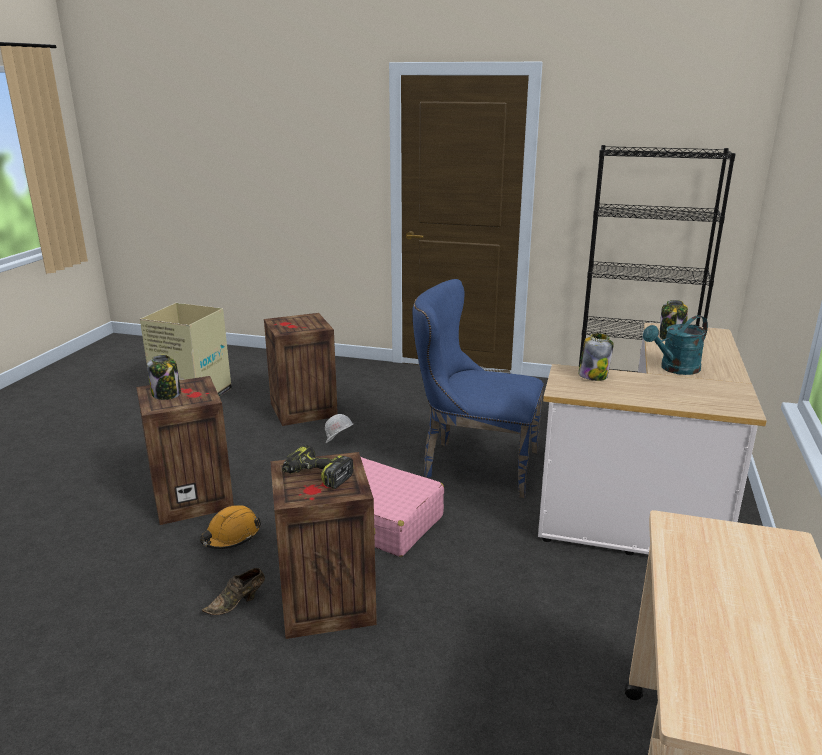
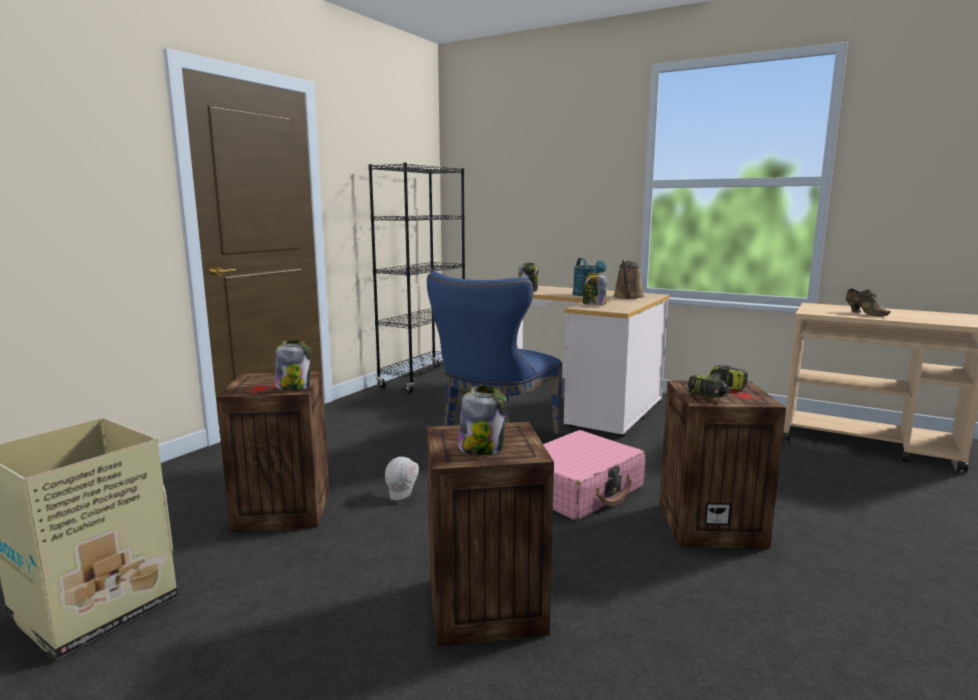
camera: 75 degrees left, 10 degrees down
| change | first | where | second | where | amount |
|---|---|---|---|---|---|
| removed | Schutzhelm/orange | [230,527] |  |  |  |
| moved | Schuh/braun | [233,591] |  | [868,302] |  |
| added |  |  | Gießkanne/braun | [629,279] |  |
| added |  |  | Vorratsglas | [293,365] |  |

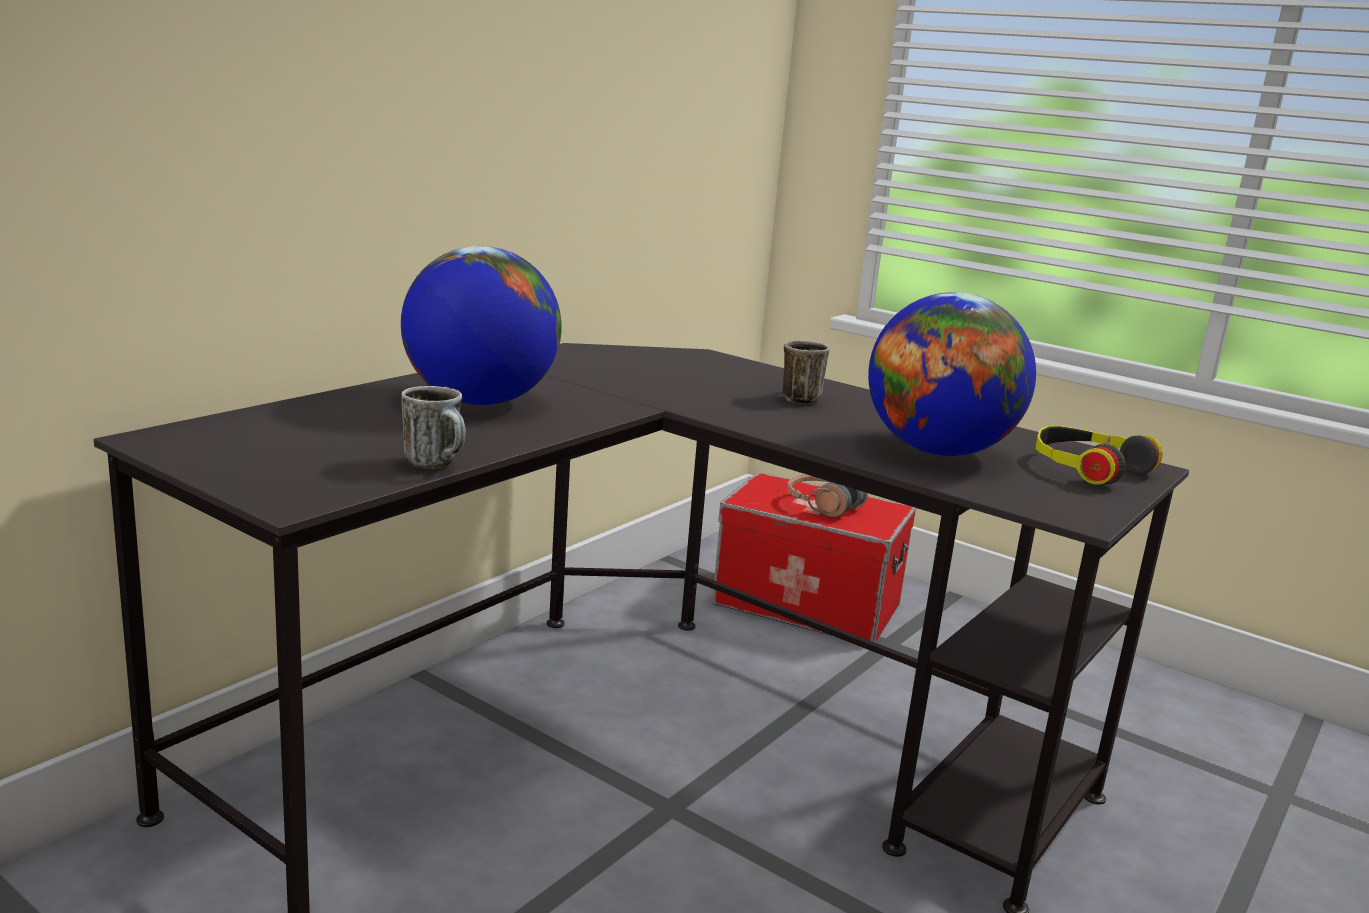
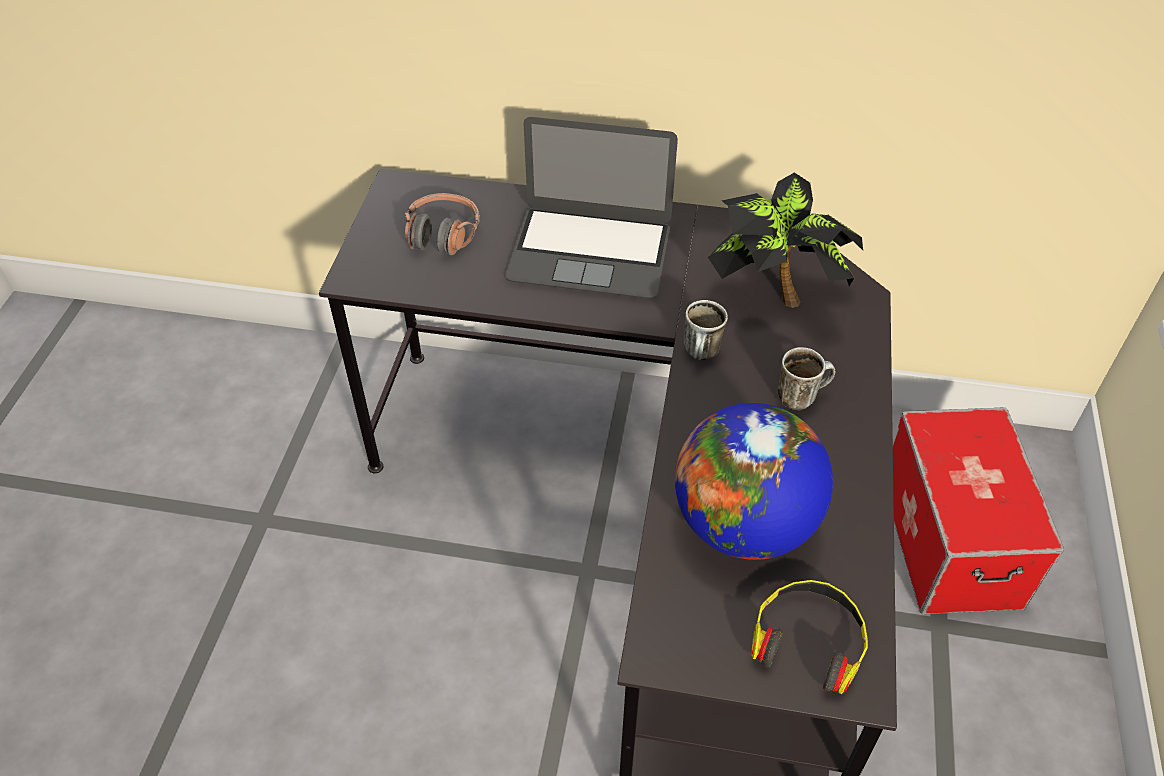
camera: 65 degrees right, 30 degrees up
| change | first | where | second | where | amount |
|---|---|---|---|---|---|
| replaced | Globus | [481,325] | Laptop | [591,207] |  |
| moved | Henkelbecher | [433,427] |  | [706,330] |  |
| moved | Kopfhörer | [827,495] |  | [442,224] |  |
| added |  |  | Topfpflanze | [785,240] |  |

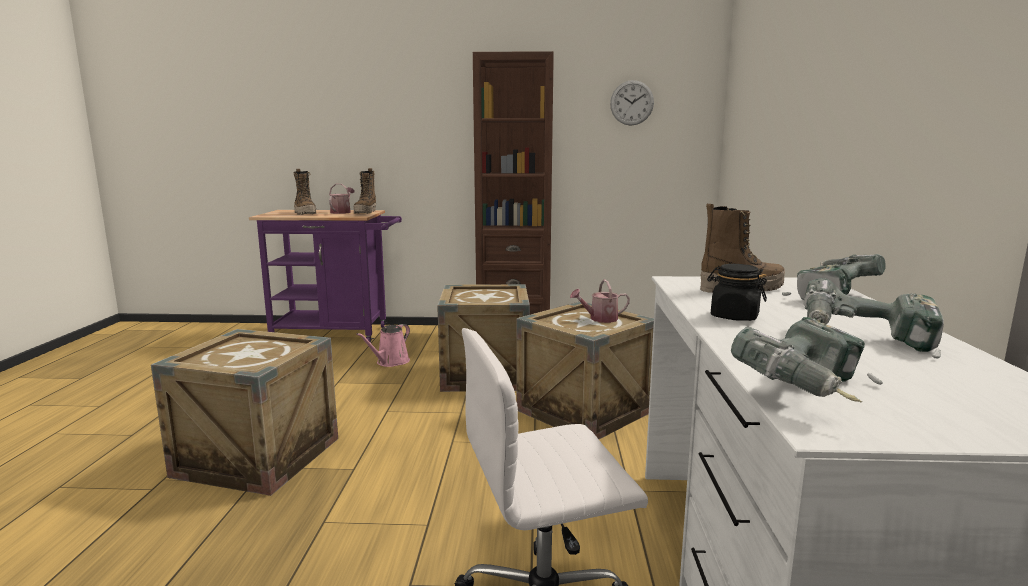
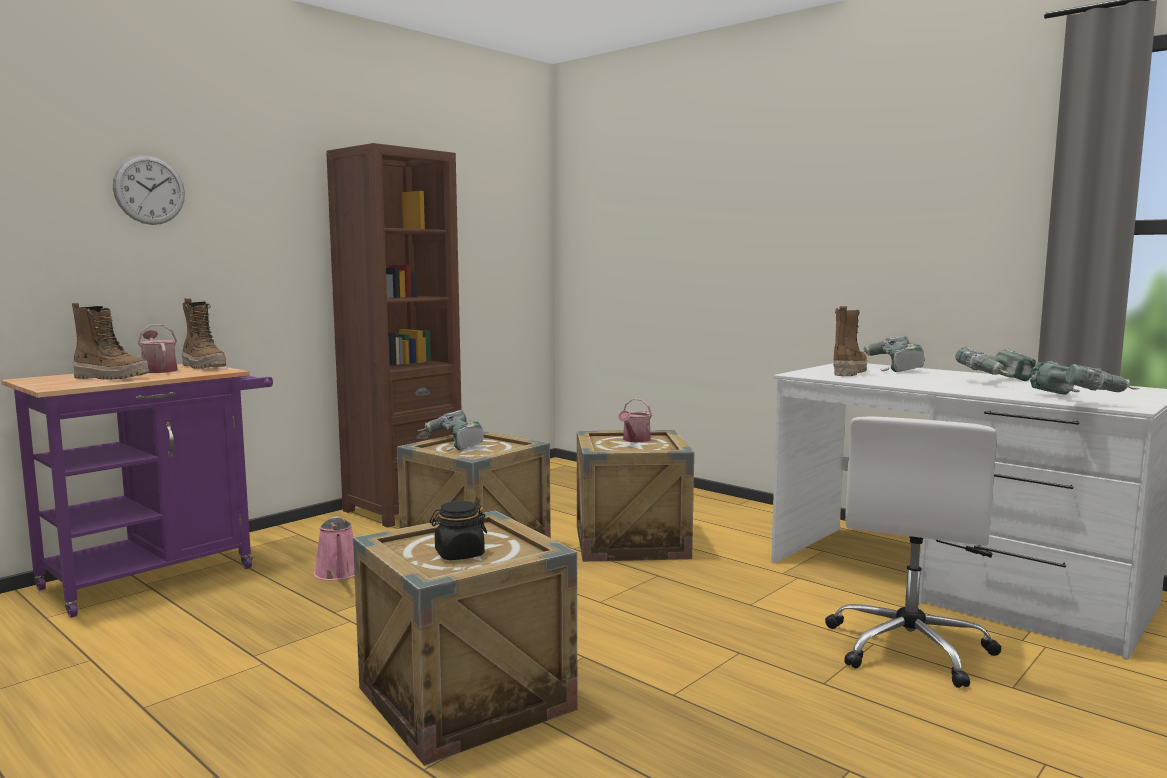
camera: 50 degrees left, 5 degrees down
| change | first | where | second | where | amount |
|---|---|---|---|---|---|
| moved | Wanduhr | [632,103] |  | [149,190] |  |
| moved | Vorratsglas/schwarz | [737,292] |  | [458,530] |  |
| added |  |  | Bohrmaschine | [451,430] |  |

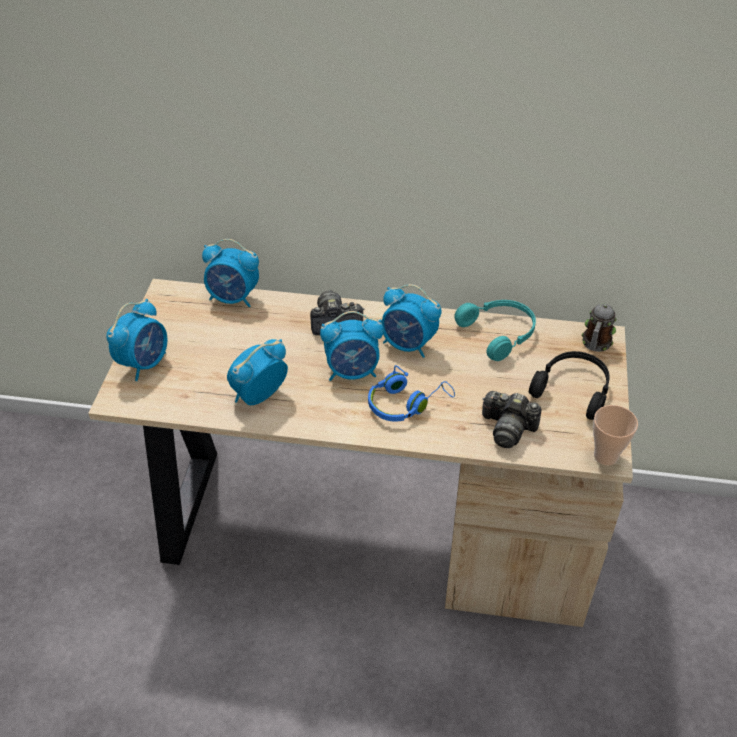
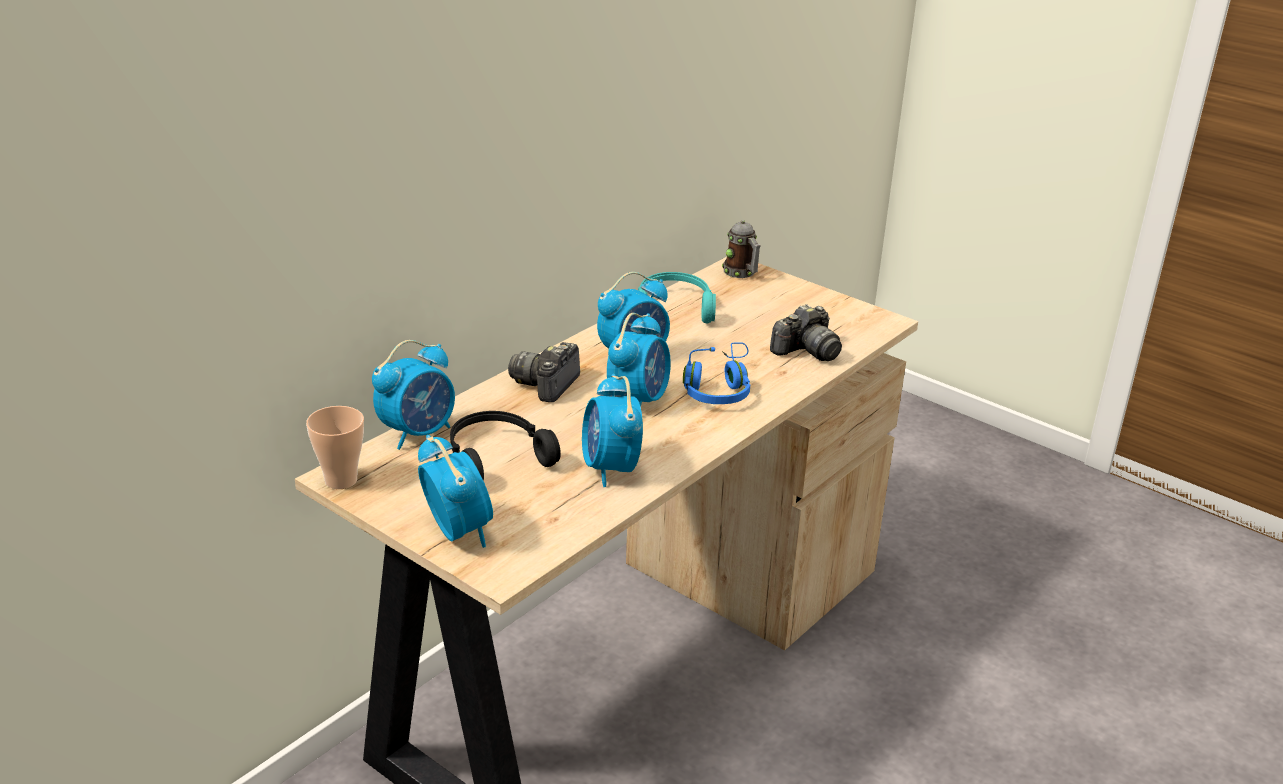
camera: 60 degrees left, 15 degrees down
| change | first | where | second | where | amount |
|---|---|---|---|---|---|
| moved | Kopfhörer/schwarz | [569,385] |  | [505,445] |  |
| moved | Tasse | [615,435] |  | [335,447] |  |

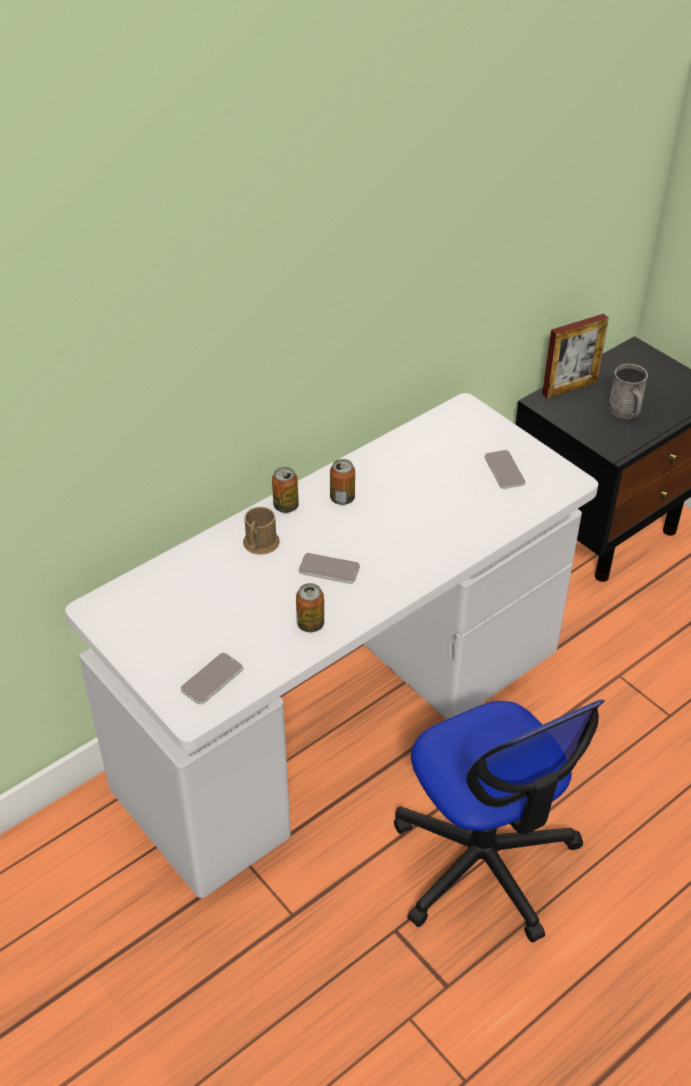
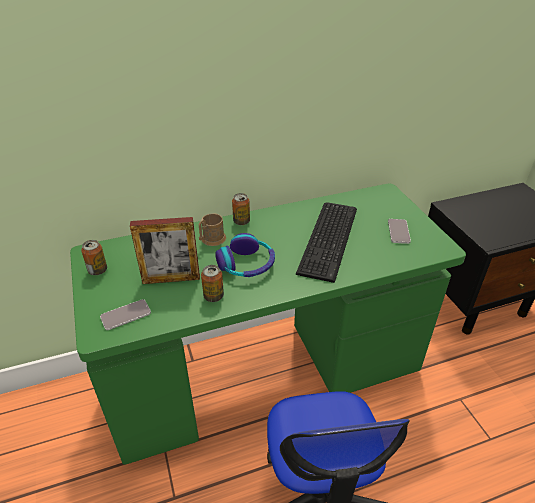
camera: 20 degrees right, 5 degrees down
| change | first | where | second | where | amount |
|---|---|---|---|---|---|
| moved | Bilderrahmen | [575,356] |  | [165,250] |  |
| removed | Henkelbecher/grau | [628,391] |  |  |  |
| recoloured | Schreibtisch/weiß | [331,645] | Schreibtisch/grün | [268,324] |  |
| moved | Dose | [342,482] |  | [94,257] |  |
| replaced | Handy | [329,568] | Kopfhörer | [245,255] |  |
| added |  |  | Tastatur | [326,242] |  |

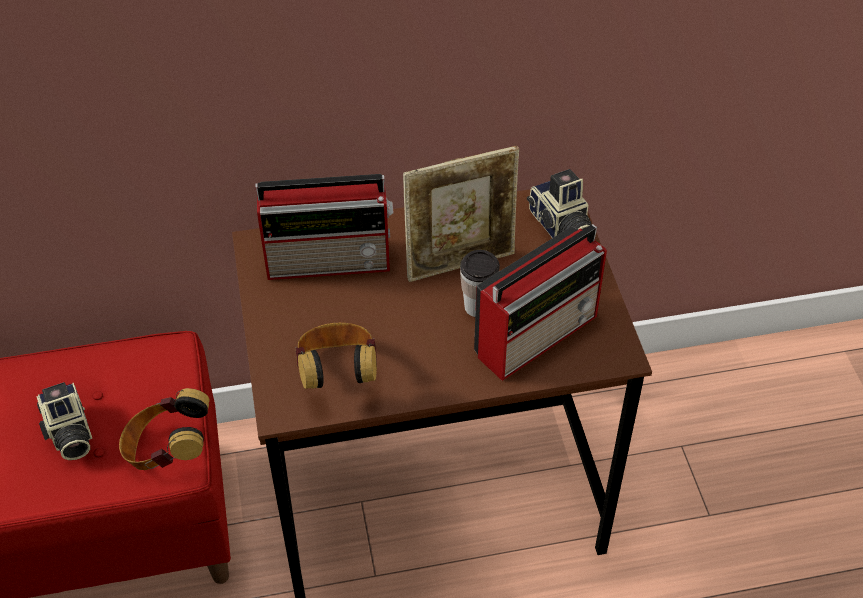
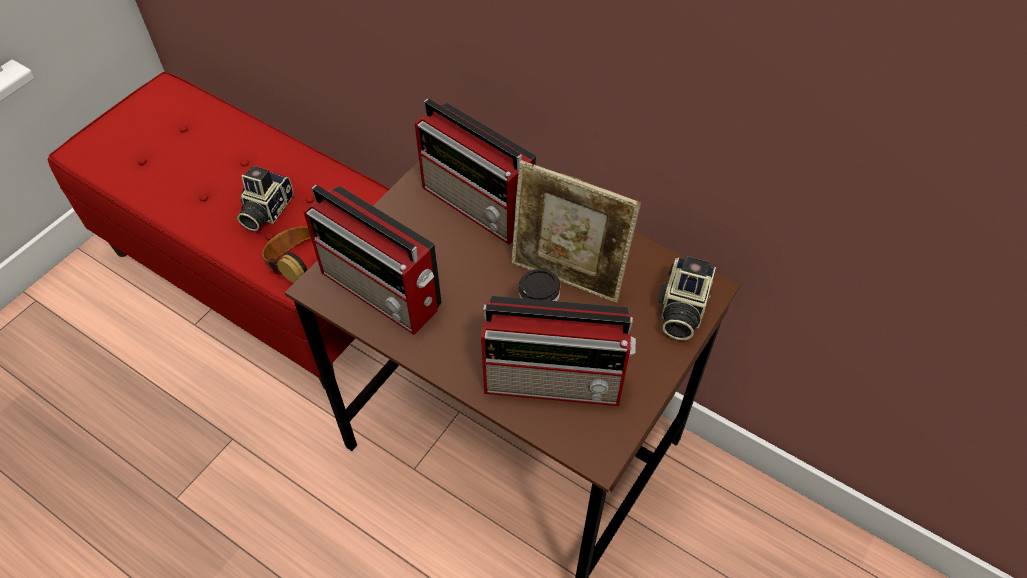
camera: 45 degrees right, 5 degrees up
| change | first | where | second | where | amount |
|---|---|---|---|---|---|
| replaced | Kopfhörer | [336,356] | Radio | [372,260] |  |

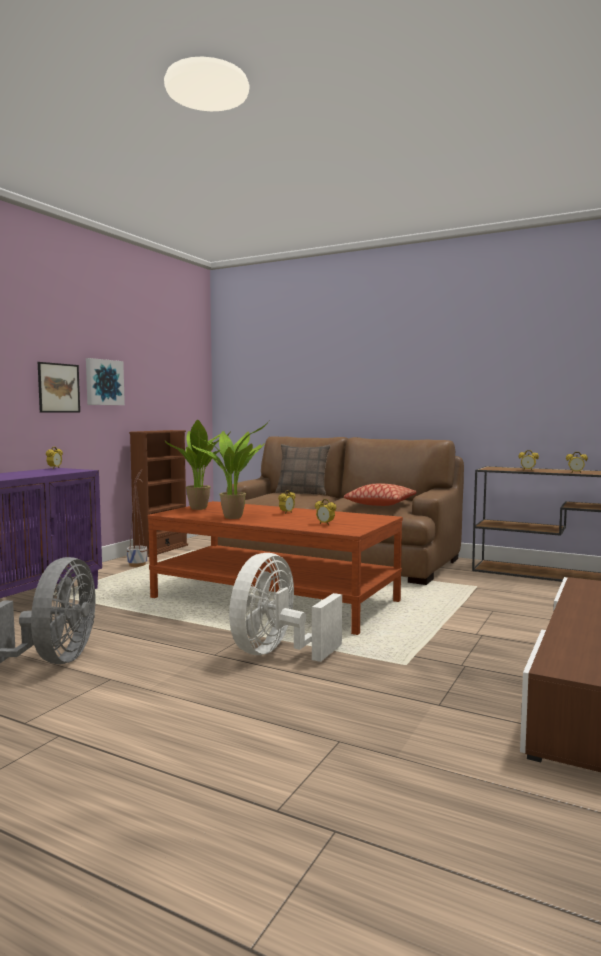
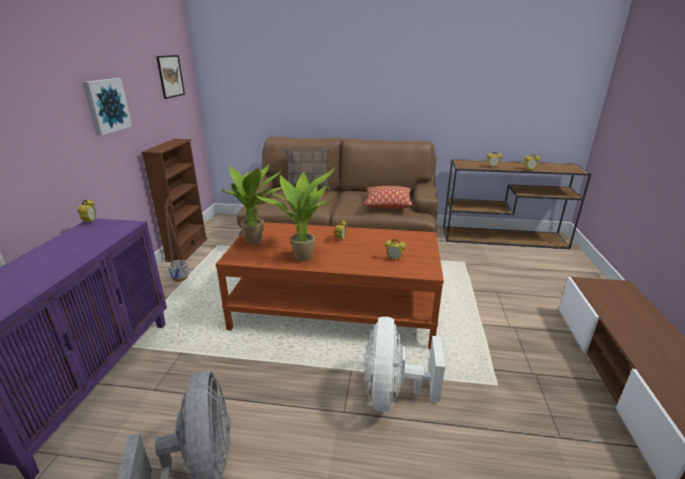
camera: 20 degrees left, 20 degrees up
| change | first | where | second | where | amount |
|---|---|---|---|---|---|
| moved | Bild | [59,387] |  | [170,77] |  |

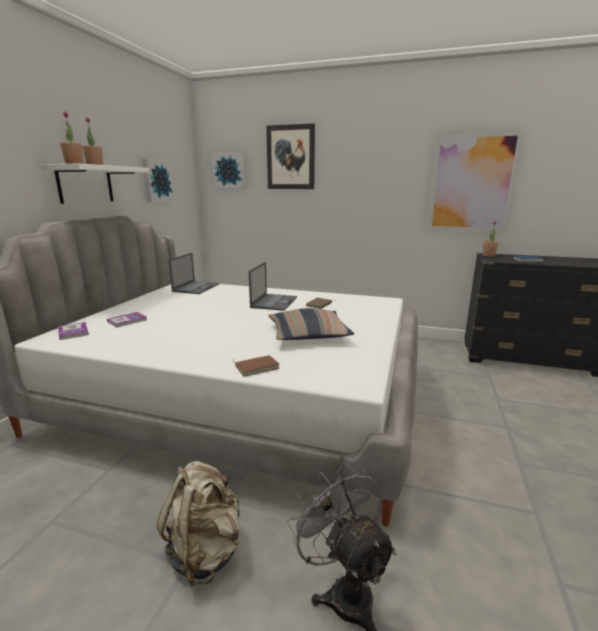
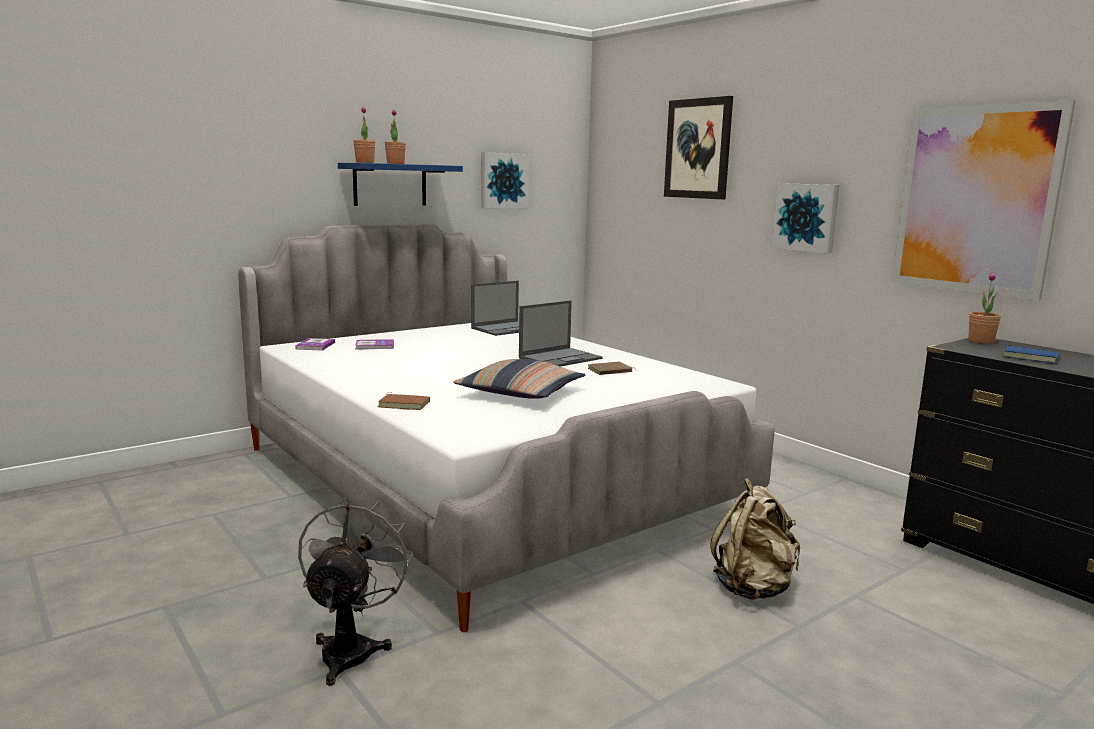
camera: 35 degrees right, 5 degrees down
| change | first | where | second | where | amount |
|---|---|---|---|---|---|
| moved | Bild | [229,170] |  | [805,218] |  |
| recoloured | Wandregal/weiß | [95,183] | Wandregal/blau | [400,184] |  |
| moved | Rucksack/beige | [198,523] |  | [755,539] |  |

